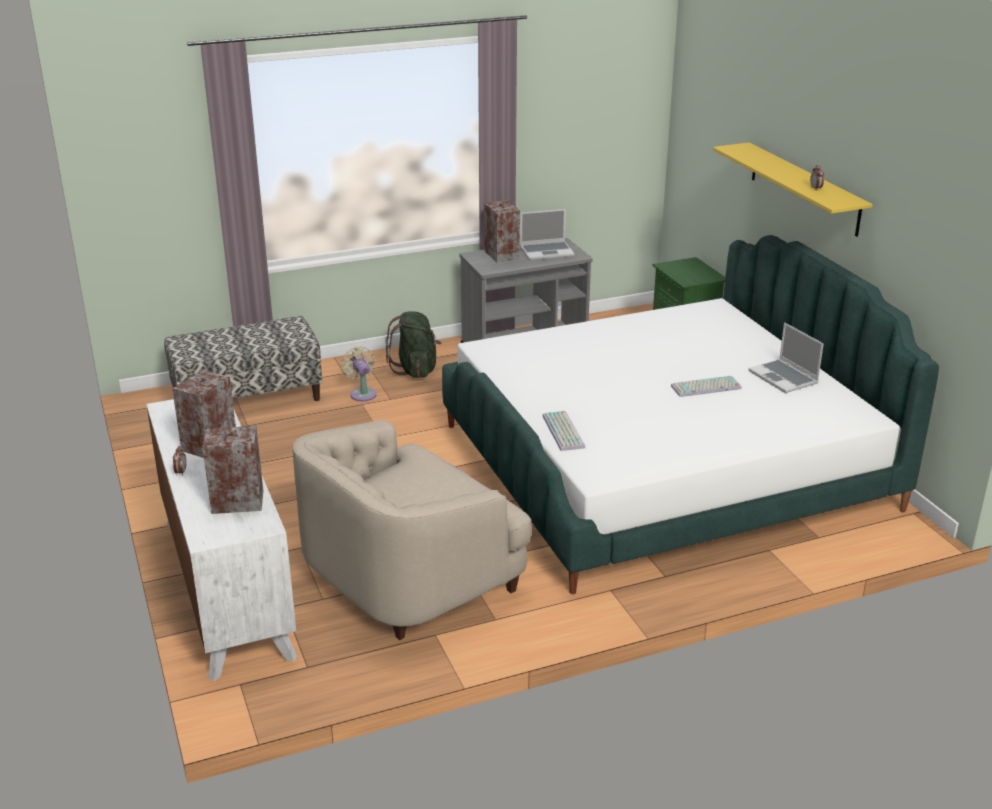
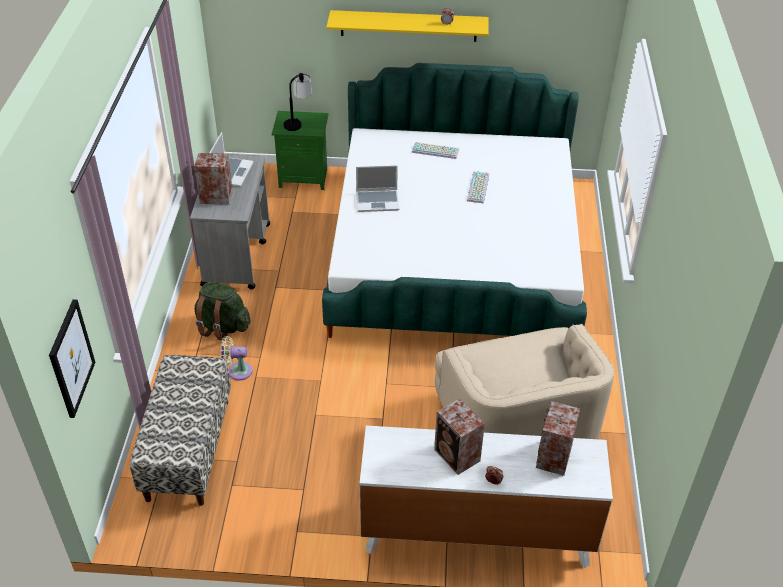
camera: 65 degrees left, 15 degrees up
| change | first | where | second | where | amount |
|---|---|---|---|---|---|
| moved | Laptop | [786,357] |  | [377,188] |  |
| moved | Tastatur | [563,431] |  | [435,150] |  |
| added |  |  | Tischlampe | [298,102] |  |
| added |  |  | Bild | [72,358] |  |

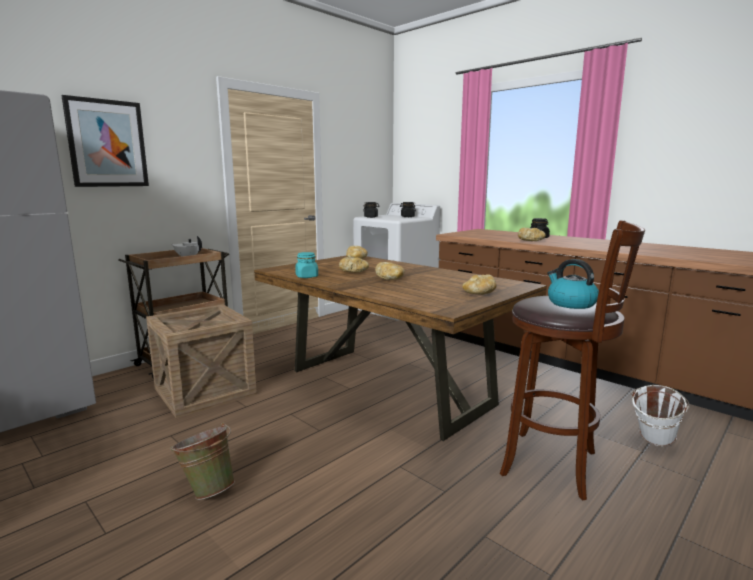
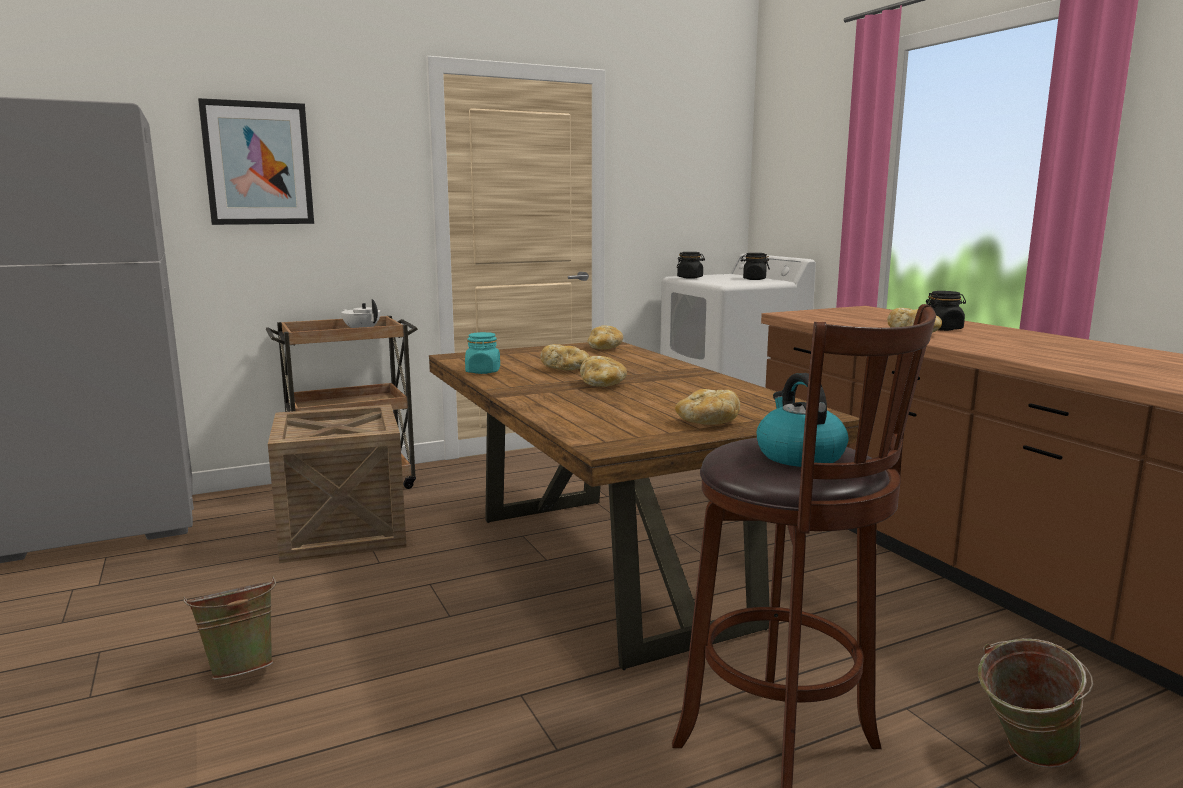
camera: 20 degrees right, 0 degrees up
| change | first | where | second | where | amount |
|---|---|---|---|---|---|
| recoloured | Eimer/weiß | [660,415] | Eimer/grün | [1036,703] |  |

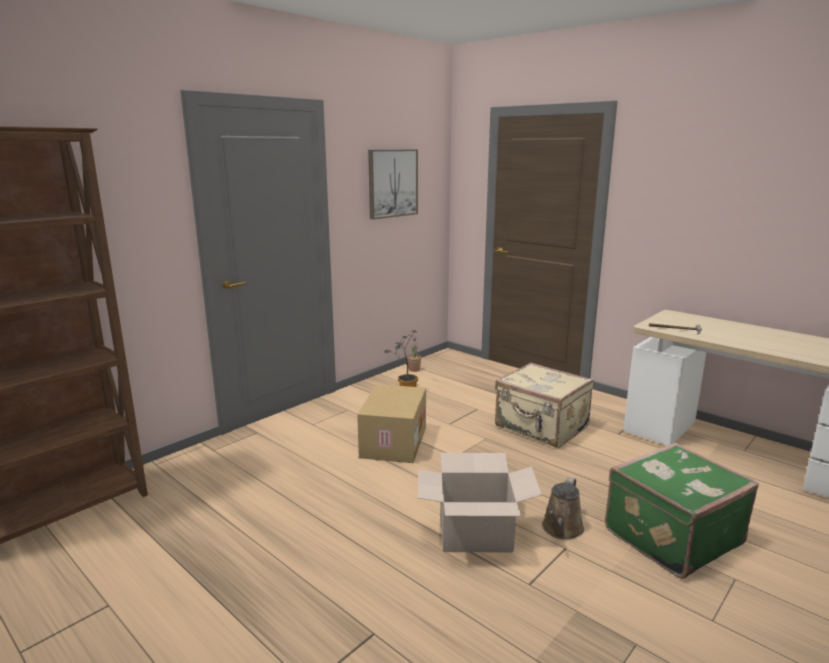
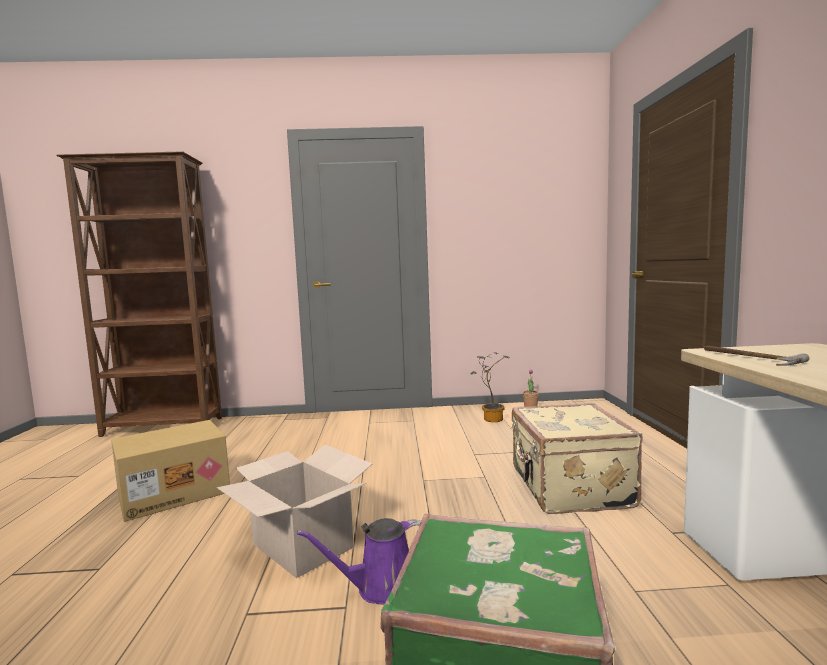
camera: 45 degrees right, 10 degrees down
| change | first | where | second | where | amount |
|---|---|---|---|---|---|
| removed | Bild | [393,185] |  |  |  |
| moved | Karton | [391,423] |  | [170,471] |  |
| recoloured | Gießkanne/braun | [563,508] | Gießkanne/lila | [359,561] |  |

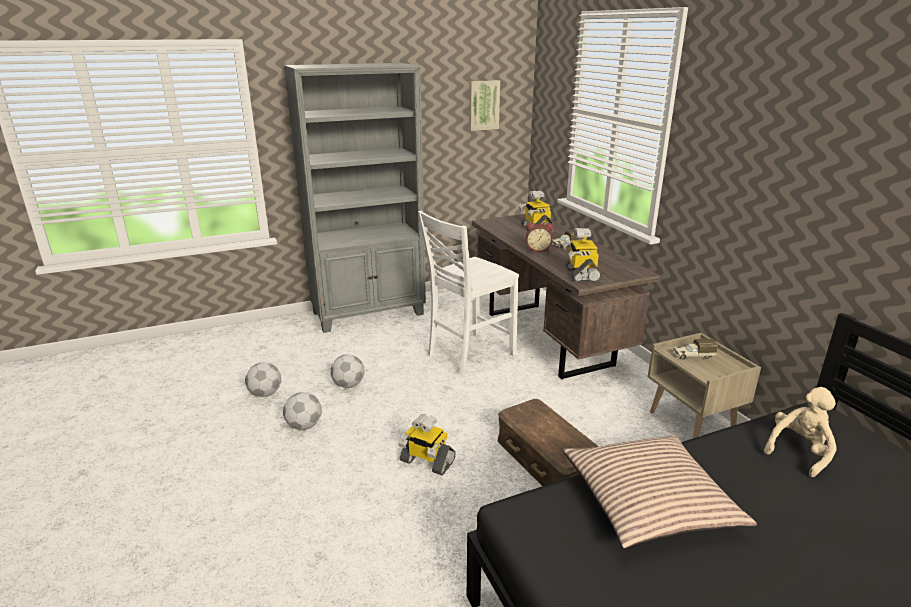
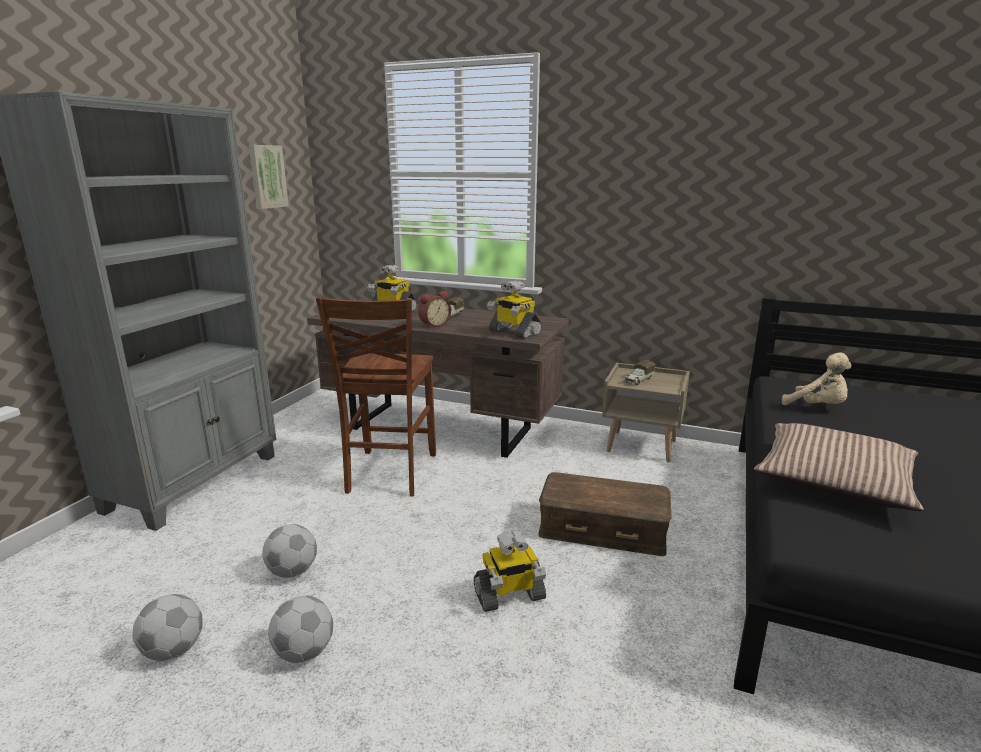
camera: 45 degrees left, 5 degrees down
| change | first | where | second | where | amount |
|---|---|---|---|---|---|
| recoloured | Stuhl/weiß | [468,293] | Stuhl/braun | [376,397] |  |
| turned | Plüschtier/beige | [800,432] |  | [817,378] | 135 degrees clockwise |

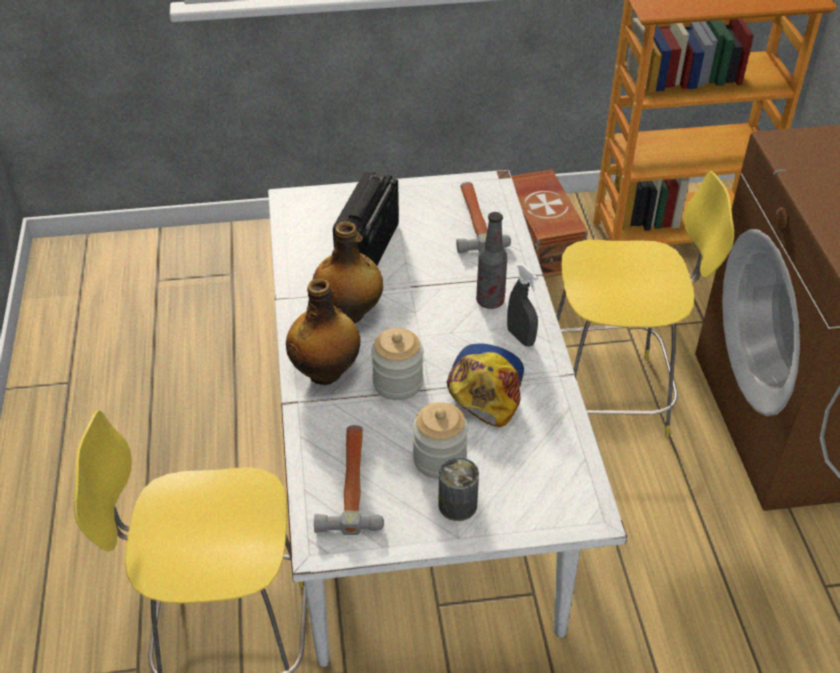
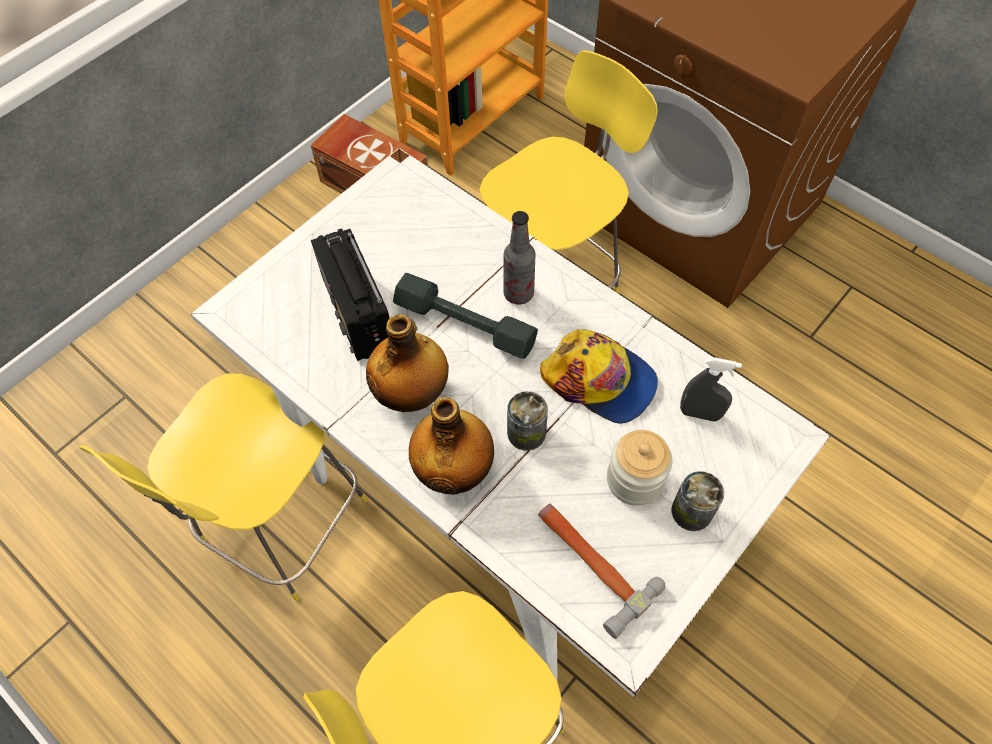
camera: 40 degrees left, 15 degrees up
| change | first | where | second | where | amount |
|---|---|---|---|---|---|
| removed | Hammer | [483,218] |  |  |  |
| moved | Sprühflasche/grau | [522,305] |  | [711,389] |  |
| replaced | Vorratsglas | [397,364] | Dose | [527,421] |  |
| turned | Kappe | [485,385] |  | [599,376] | 150 degrees clockwise |
| added |  |  | Hantel/grau | [465,316] |  |
| added |  |  | Stuhl/gelb | [223,487] |  |

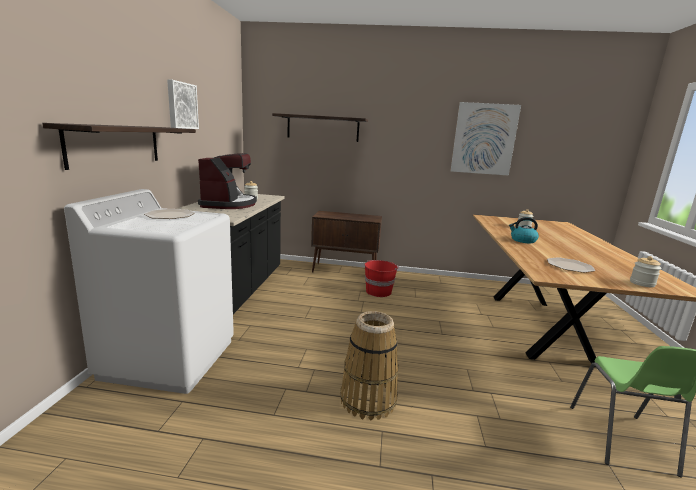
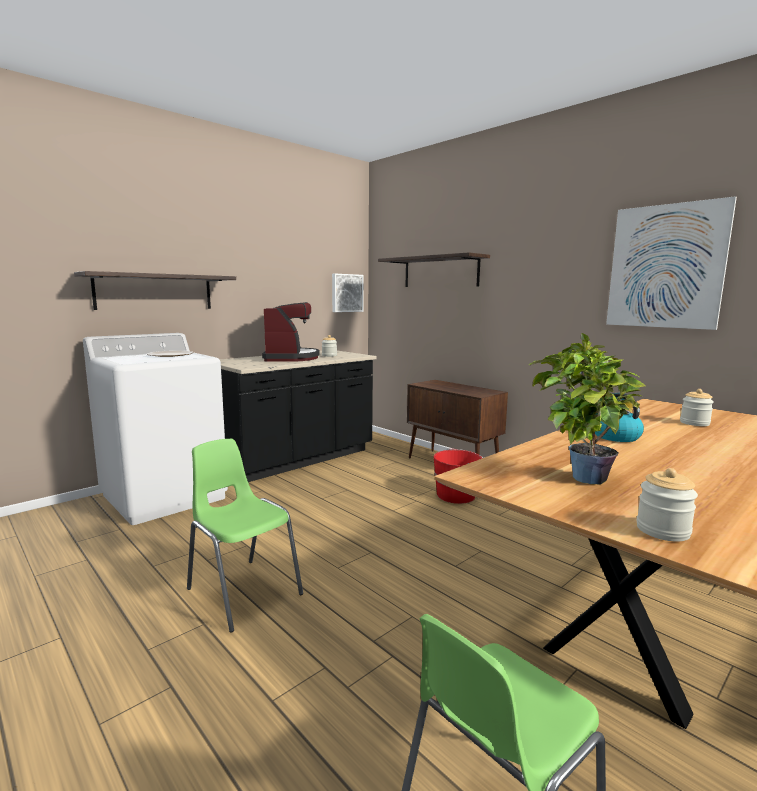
camera: 40 degrees right, 5 degrees down
| change | first | where | second | where | amount |
|---|---|---|---|---|---|
| moved | Bild | [183,104] |  | [348,293] |  |
| turned | Kaffeemaschine | [227,181] |  | [290,332] | 45 degrees counterclockwise |
| replaced | Teller | [571,265] | Topfpflanze | [587,408] |  |
| replaced | Korb | [369,365] | Stuhl/grün | [245,536] |  |

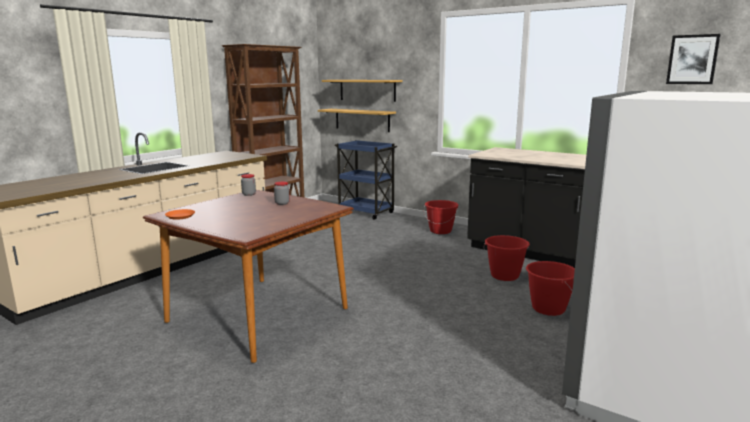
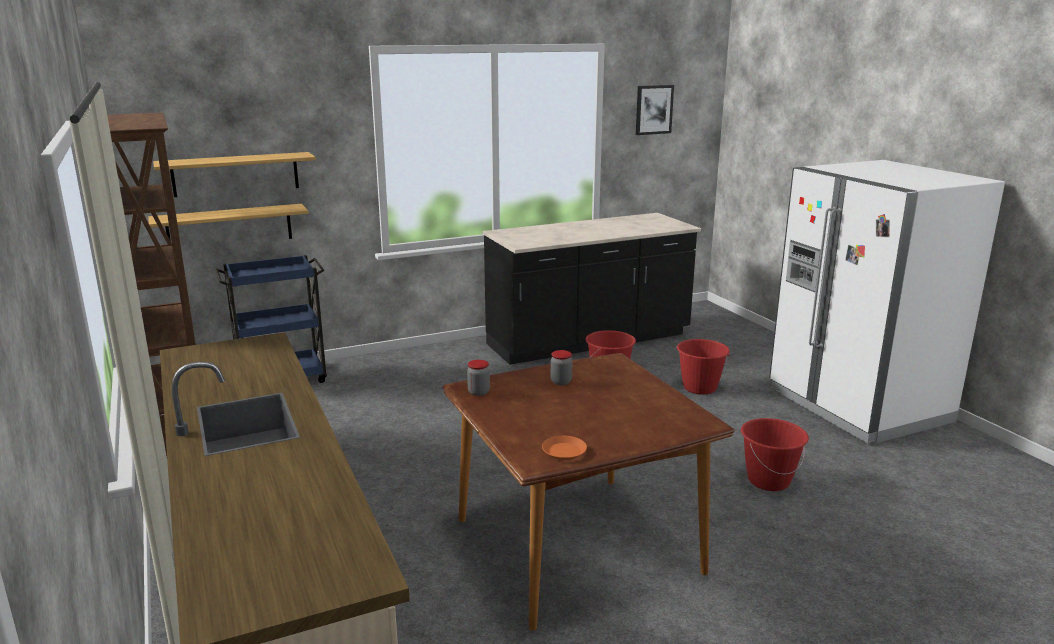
camera: 60 degrees left, 5 degrees up
| change | first | where | second | where | amount |
|---|---|---|---|---|---|
| moved | Eimer/rot | [441,217] |  | [775,454] |  |

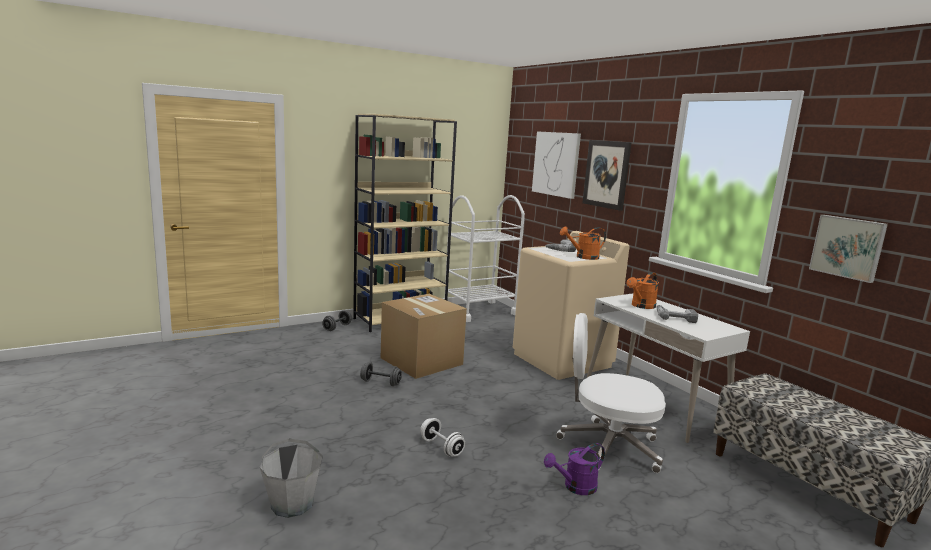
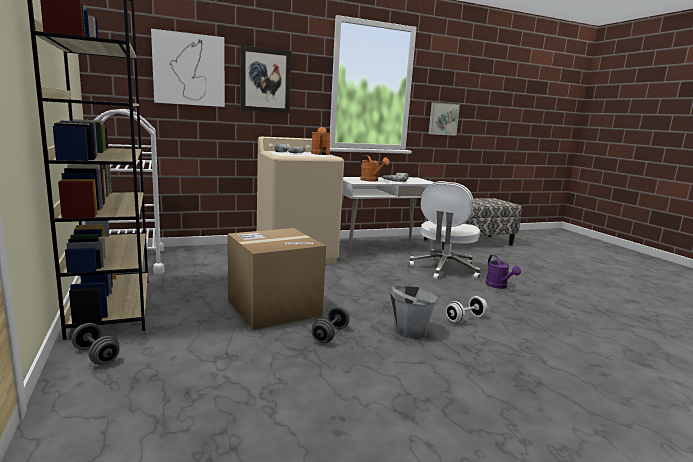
camera: 80 degrees left, 0 degrees up
| change | first | where | second | where | amount |
|---|---|---|---|---|---|
| moved | Eimer/grau | [291,478] |  | [414,311] |  |

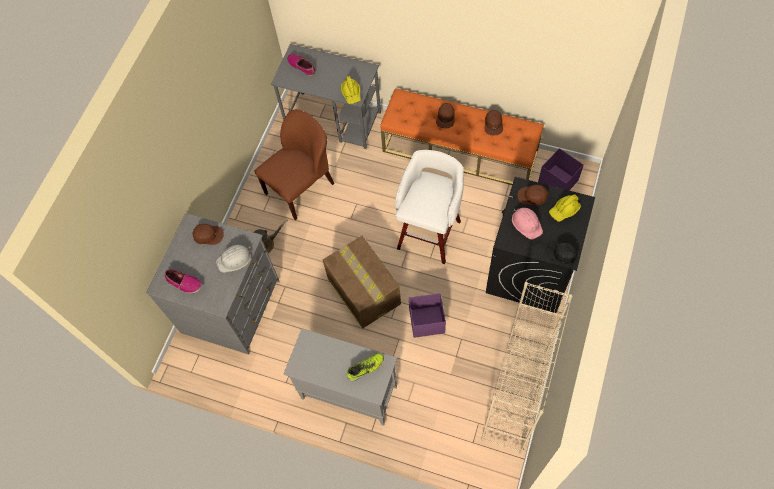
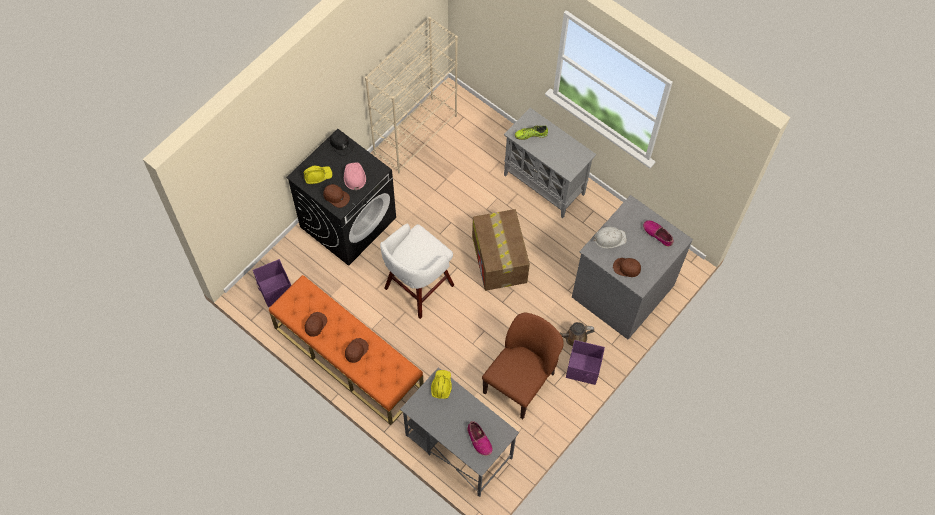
camera: 165 degrees left, 0 degrees up
| change | first | where | second | where | amount |
|---|---|---|---|---|---|
| turned | Stuhl/braun | [294,164] |  | [523,366] | 150 degrees clockwise |
| moved | Aufbewahrungsbox/lila | [427,315] |  | [585,362] |  |

